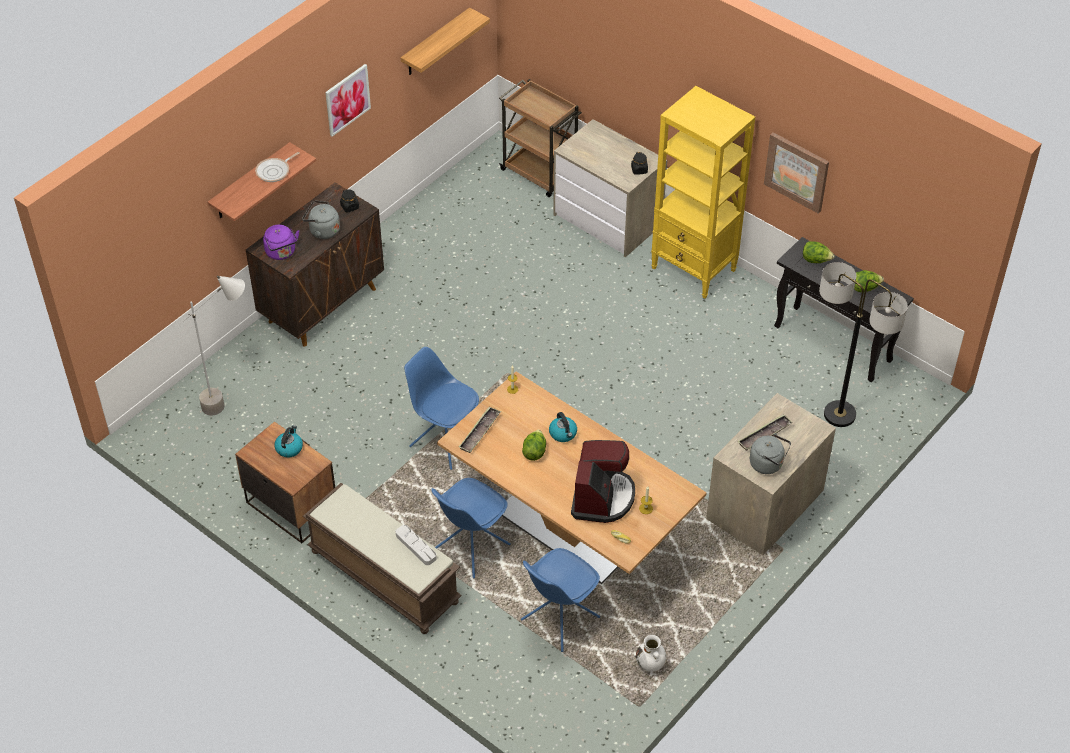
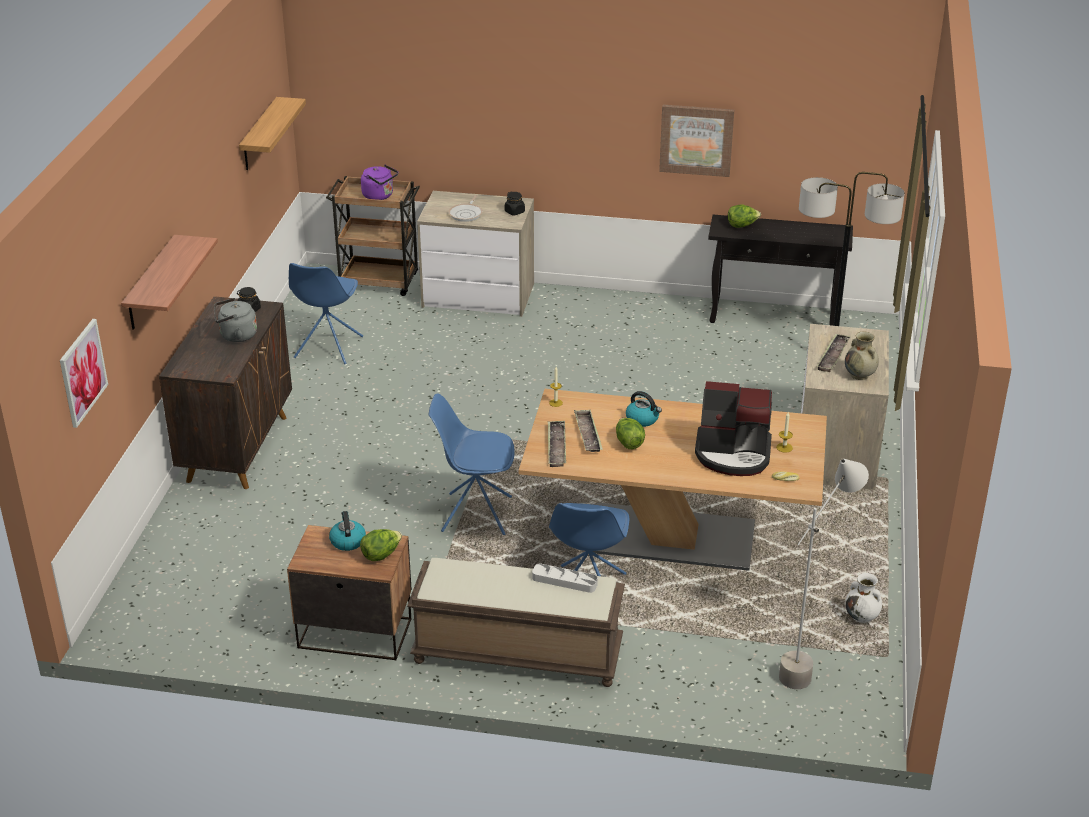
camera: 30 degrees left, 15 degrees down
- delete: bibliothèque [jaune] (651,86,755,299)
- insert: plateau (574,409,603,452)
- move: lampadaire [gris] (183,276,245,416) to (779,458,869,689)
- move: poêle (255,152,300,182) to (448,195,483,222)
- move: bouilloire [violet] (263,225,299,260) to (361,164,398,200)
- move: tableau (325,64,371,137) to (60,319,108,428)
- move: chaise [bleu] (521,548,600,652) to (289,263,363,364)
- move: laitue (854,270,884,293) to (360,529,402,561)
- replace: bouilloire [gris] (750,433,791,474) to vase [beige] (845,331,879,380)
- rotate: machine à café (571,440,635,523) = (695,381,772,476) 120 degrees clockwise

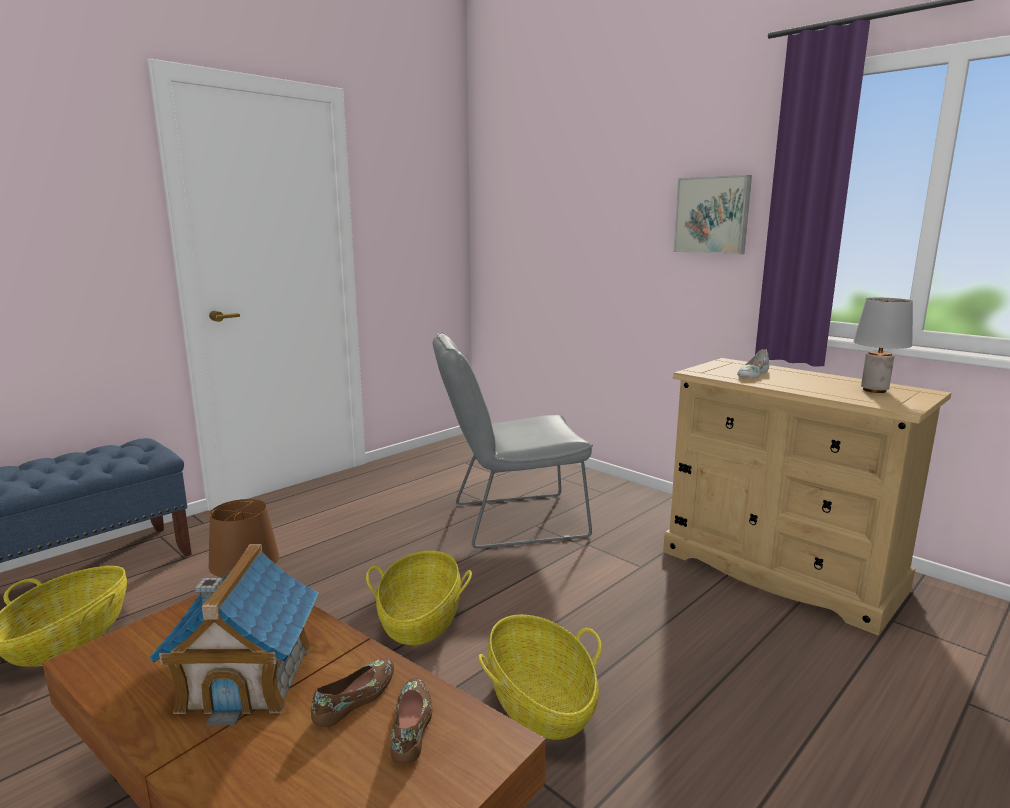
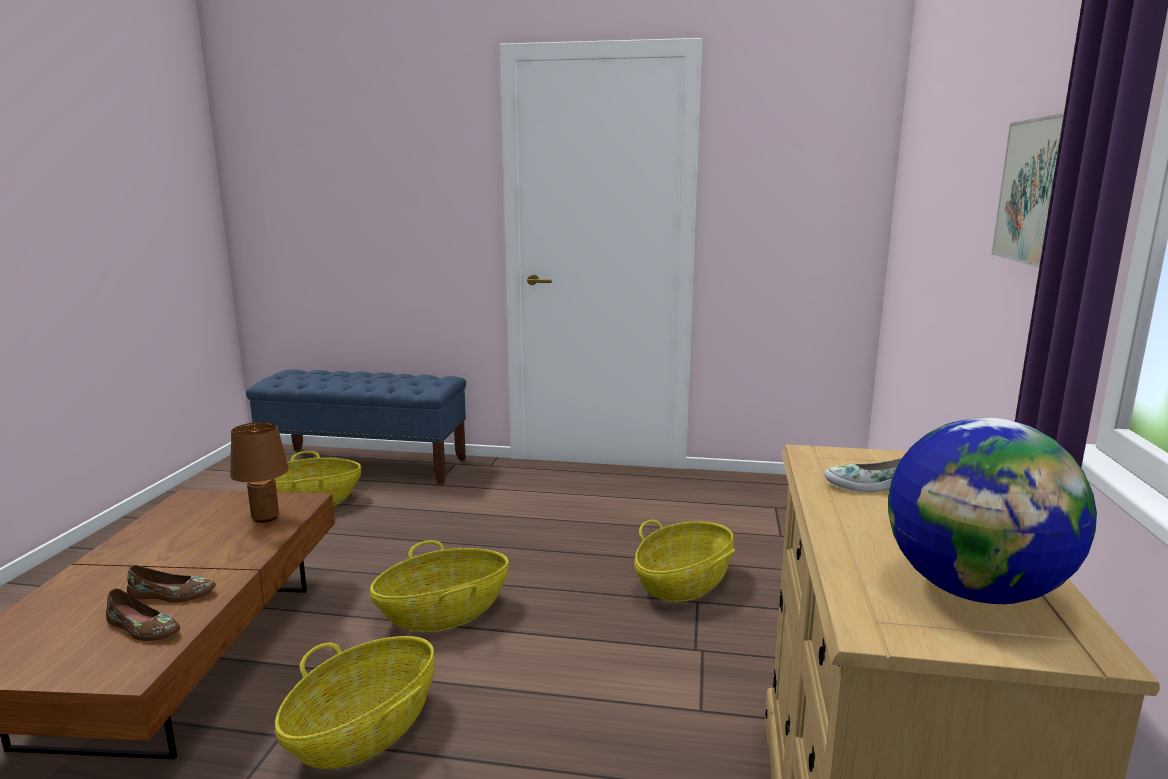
camera: 55 degrees right, 0 degrees up
- delete: maison miniature (149,544,319,725)
- replace: chaise [gris] (433,332,593,549) to panier (634,520,736,602)
- replace: lampe de table [gris] (853,298,913,393) to globe (888,418,1097,604)
- rotate: chaussure [marron] (390,678,432,764) = (106,588,180,641) 60 degrees clockwise

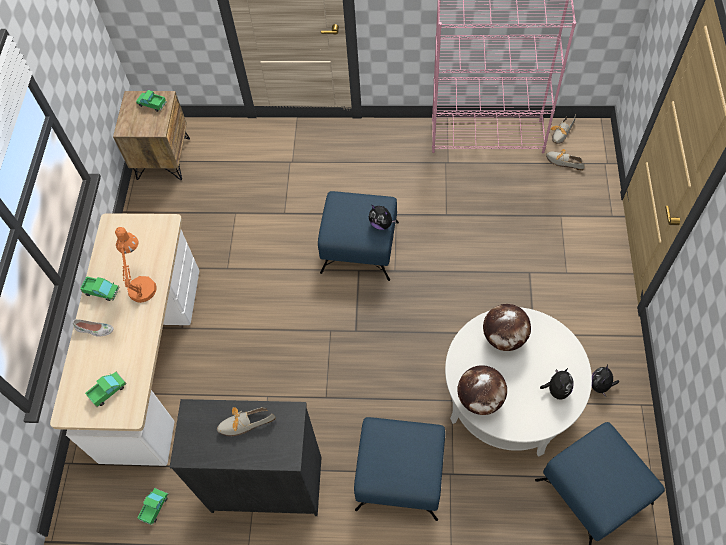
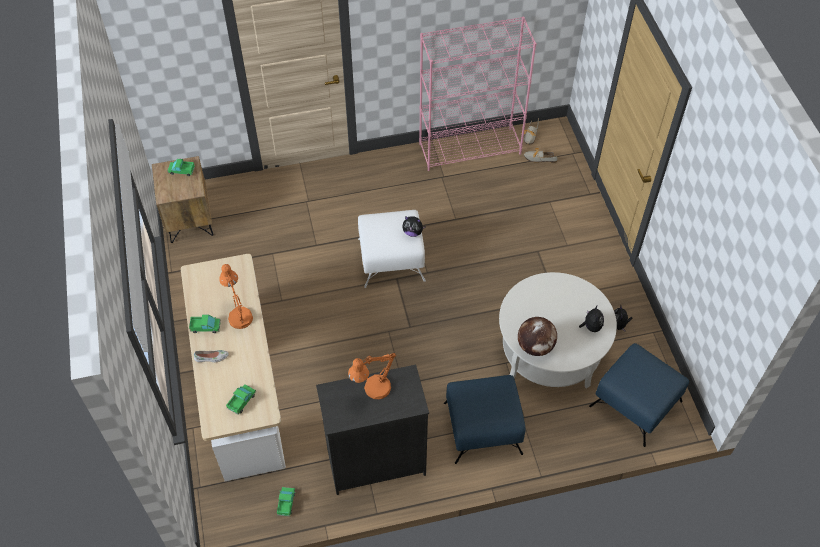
camera: 20 degrees left, 5 degrees down
- delete: globe (483,304,531,351)
- replace: chaussure (217,407,275,436) to lampe de table [orange] (348,353,396,399)
- recolor: pouf [bleu] (318,191,399,281) to pouf [blanc] (358,210,426,288)

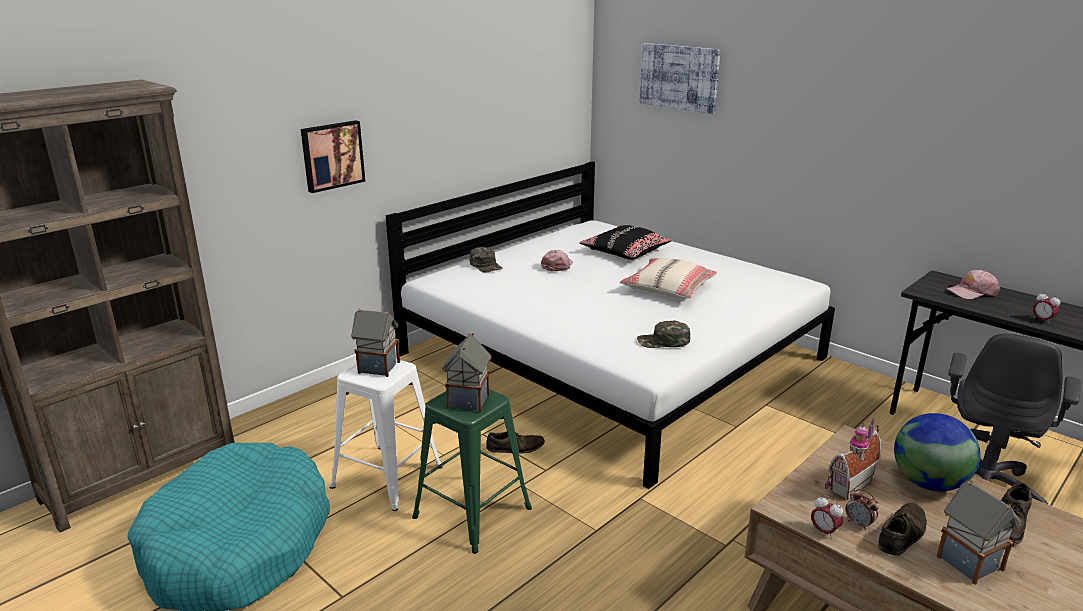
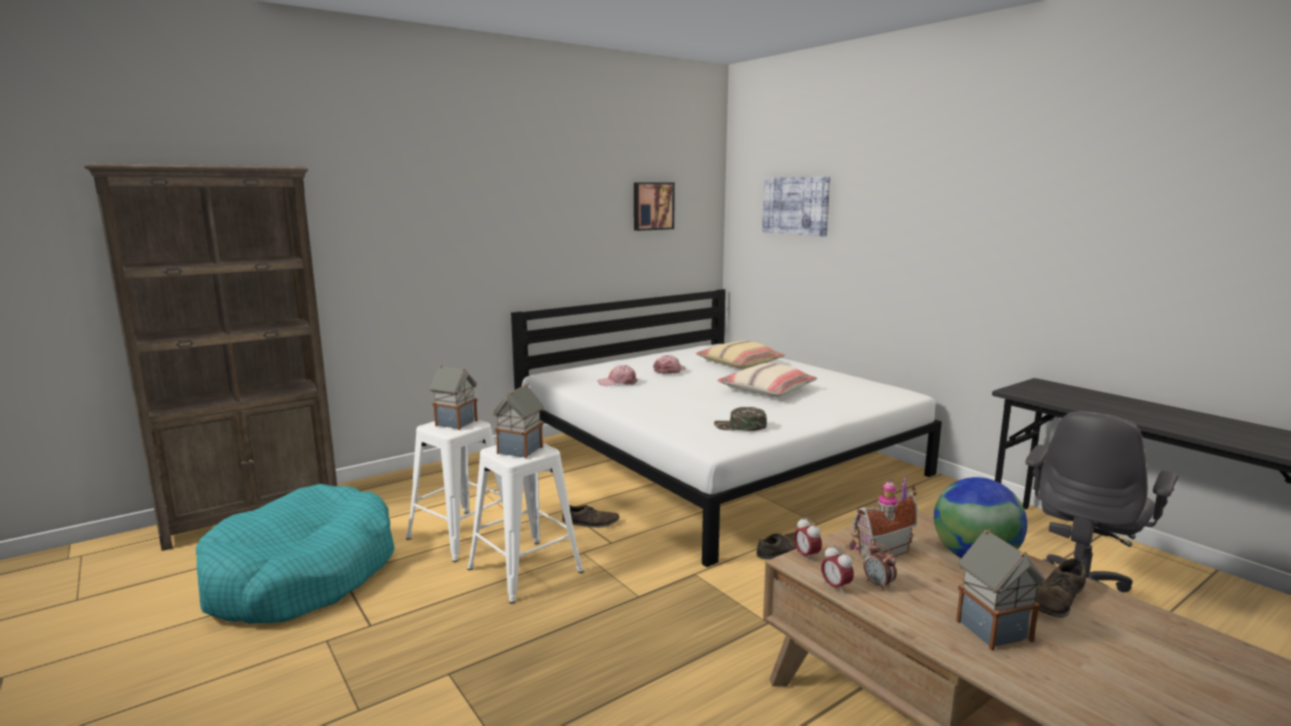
camera: 10 degrees right, 10 degrees down
- delete: casquette [vert] (470,247,503,273)
- move: tableau (301,120,365,193) to (634,182,675,231)
- move: chaussure [marron] (878,503,927,555) to (756,532,796,560)
- move: casquette [rose] (947,270,1000,299) to (597,365,638,386)
- move: réveil (1033,292,1061,322) to (794,516,822,562)
- recolor: tabouret [vert] (412,389,532,554) to tabouret [blanc] (467,443,584,604)
- recolor: coussin [noir] (580,225,672,260) to coussin [beige] (696,341,785,369)

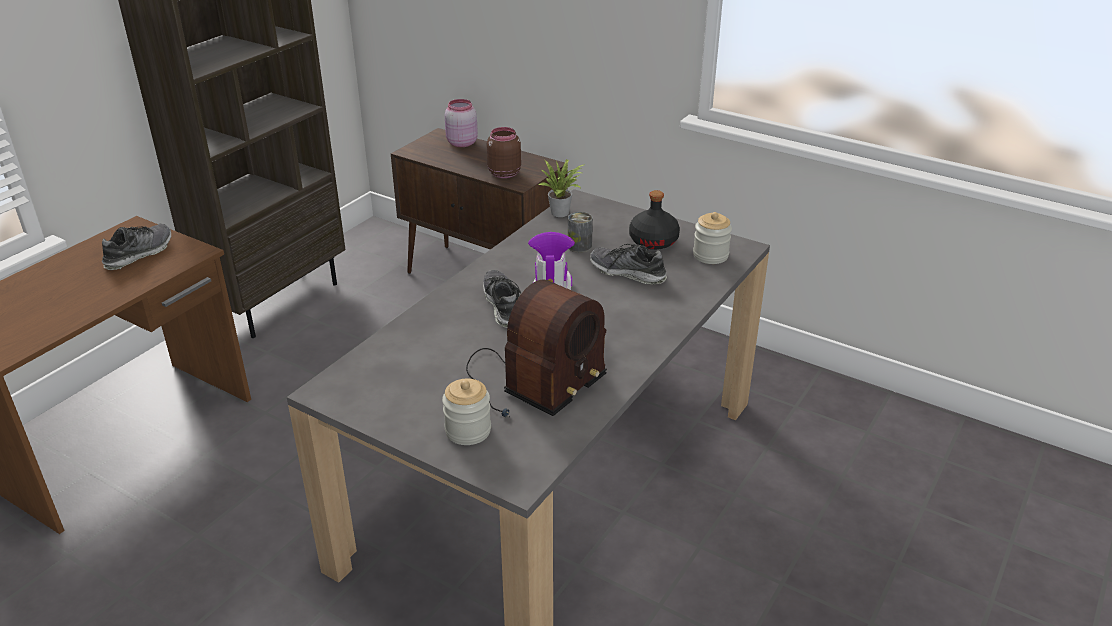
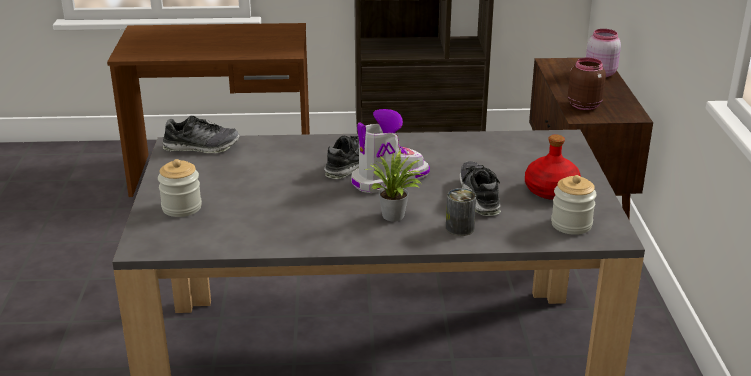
camera: 55 degrees right, 5 degrees down
- delete: radio (466,279,607,417)
- move: chaussure (102,223,171,270) to (163,116,239,153)
- move: plante en pot (539,159,585,217) to (365,150,427,221)
- move: boîte métallique (568,212,593,253) to (446,188,476,236)
- recolor: bouteille [noir] (629,190,680,250) to bouteille [rouge] (525,134,581,200)

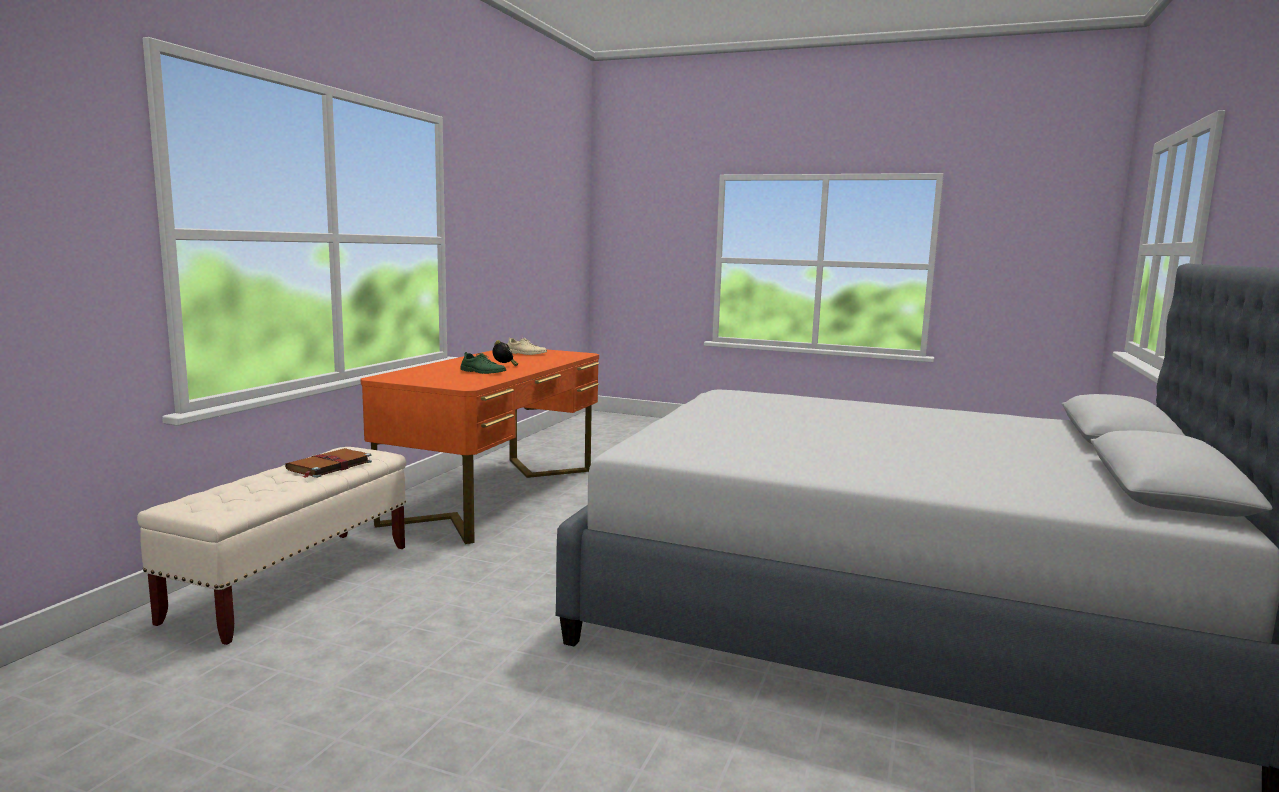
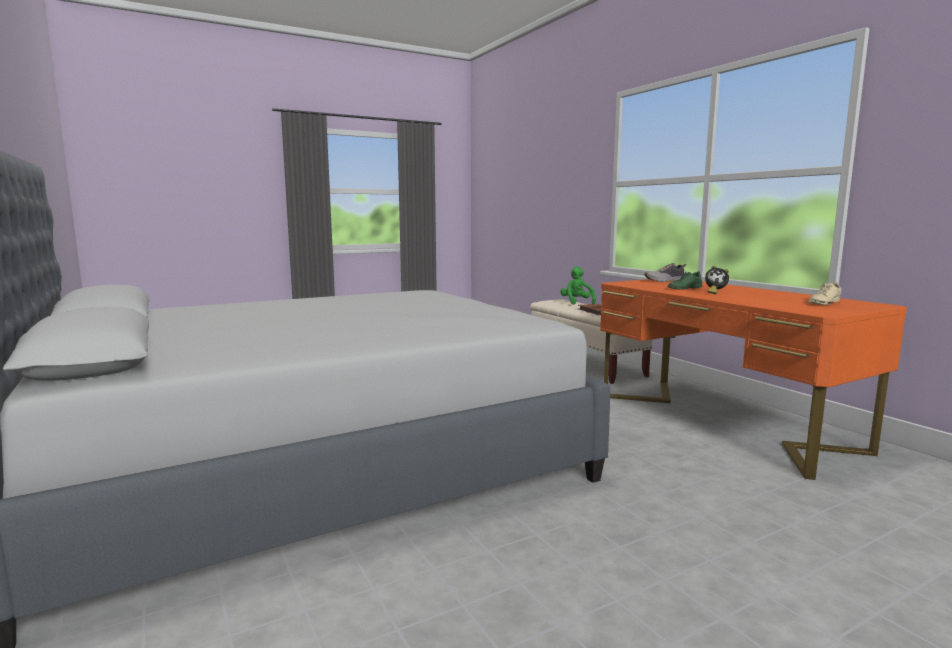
camera: 130 degrees right, 0 degrees up
- insert: peluche [vert] (560,267,596,305)
- insert: chaussure (644,263,686,282)

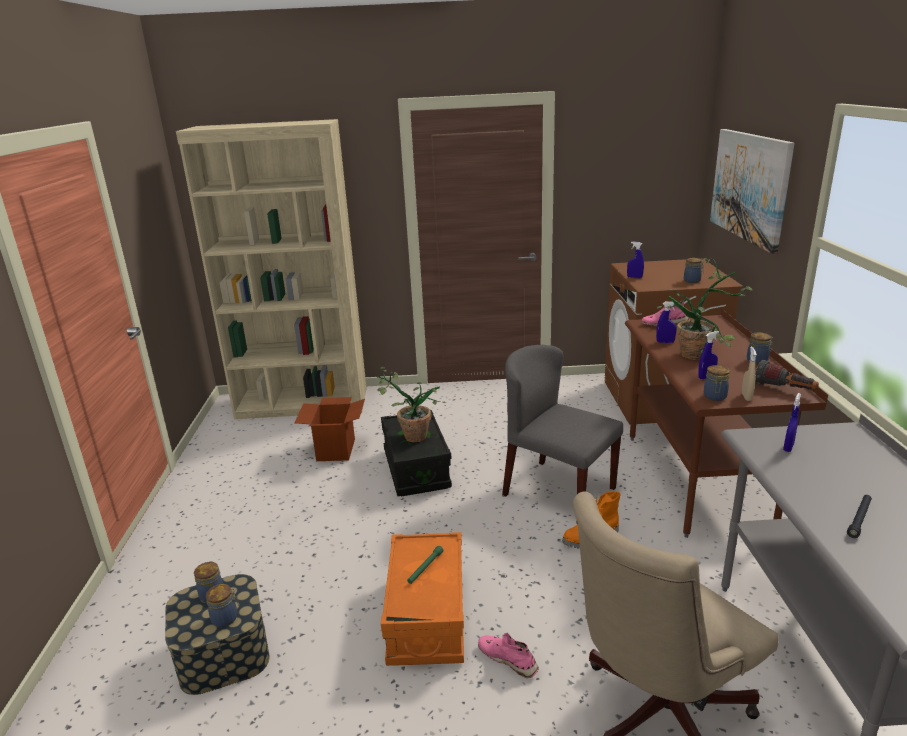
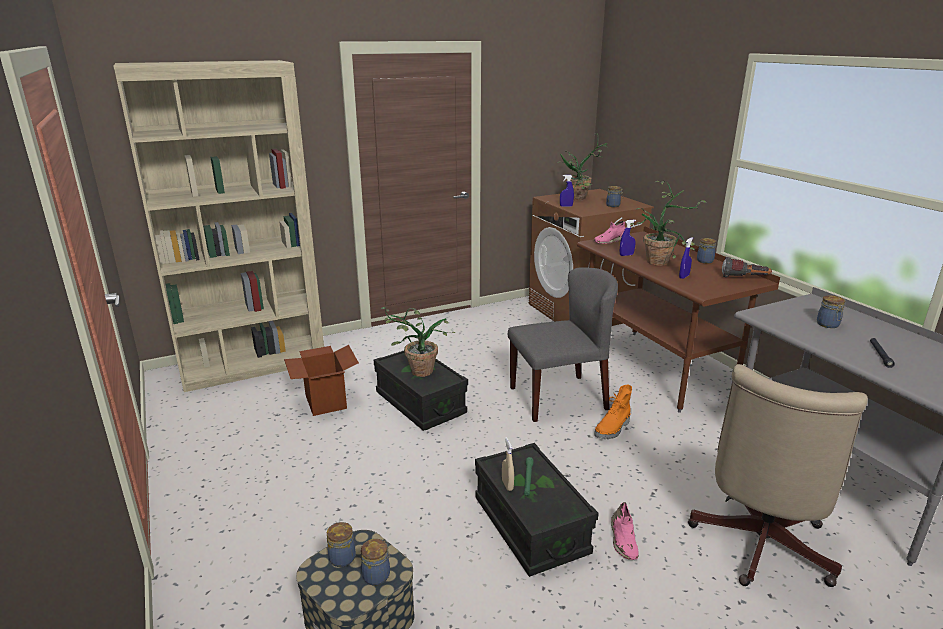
camera: 25 degrees left, 0 degrees up
- delete: tableau (710,129,795,254)
- delete: vaporisateur [bleu] (783,393,801,452)
- insert: plante en pot (557,134,608,200)
- move: bocal (704,365,730,401) to (817,295,845,328)
- move: vaporisateur [beige] (742,347,757,401) to (502,437,514,491)
- recolor: boîte de rangement [orange] (381,532,464,666) to boîte de rangement [noir] (475,443,599,577)
- rotate: chaussure [rose] (478,633,539,678) = (611,502,639,560) 105 degrees counterclockwise
- rotate: chaise [gris] (502,345,623,496) = (508,267,618,422) 150 degrees clockwise

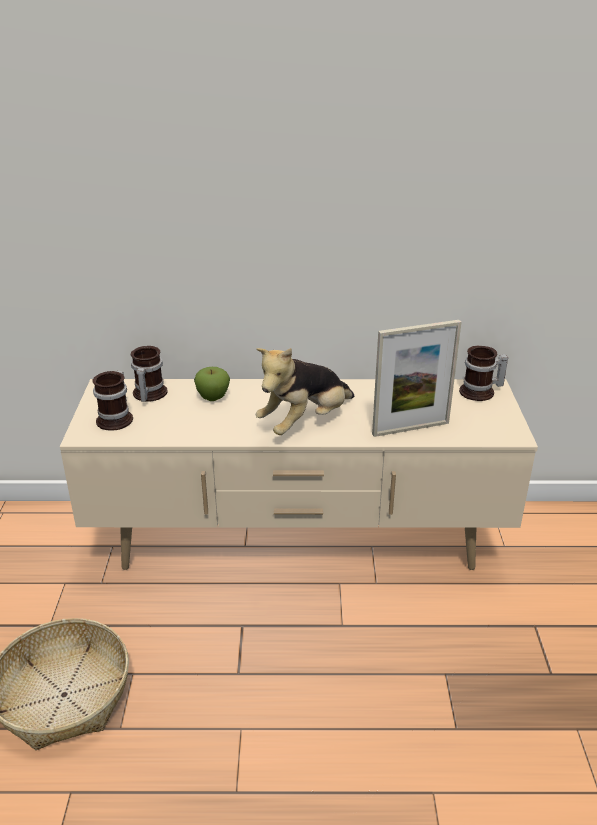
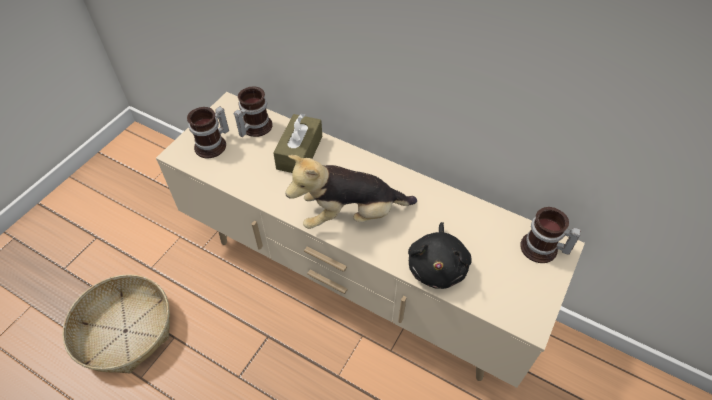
camera: 30 degrees right, 20 degrees up
- replace: pomme (194,367,230,401) to boîte à mouchoirs [marron] (273,114,322,173)
- replace: cadre photo (372,320,461,437) to peluche [noir] (408,222,472,289)

